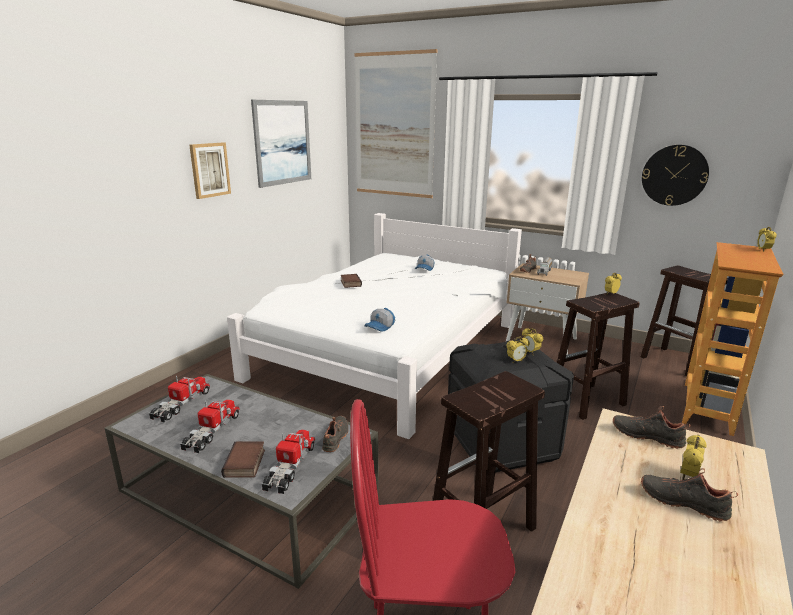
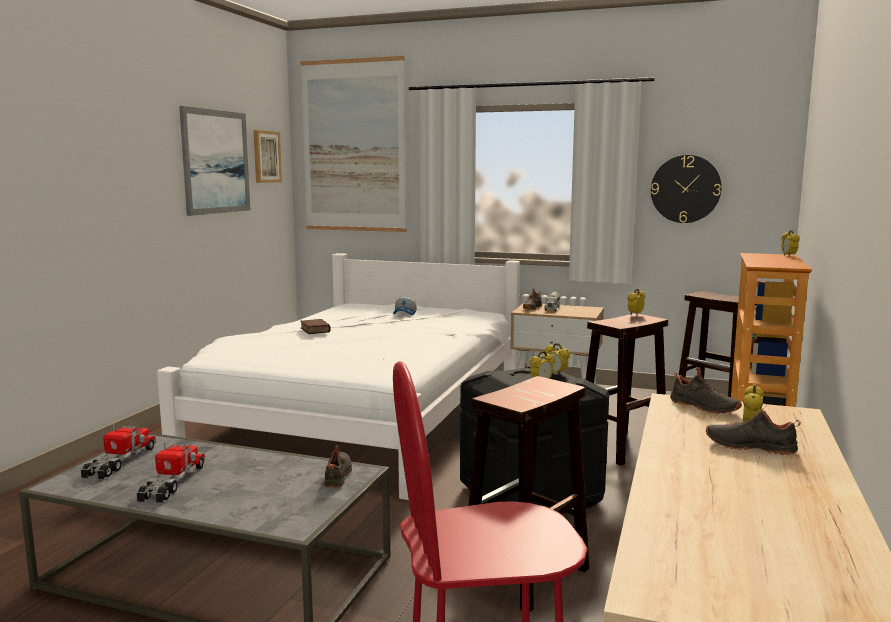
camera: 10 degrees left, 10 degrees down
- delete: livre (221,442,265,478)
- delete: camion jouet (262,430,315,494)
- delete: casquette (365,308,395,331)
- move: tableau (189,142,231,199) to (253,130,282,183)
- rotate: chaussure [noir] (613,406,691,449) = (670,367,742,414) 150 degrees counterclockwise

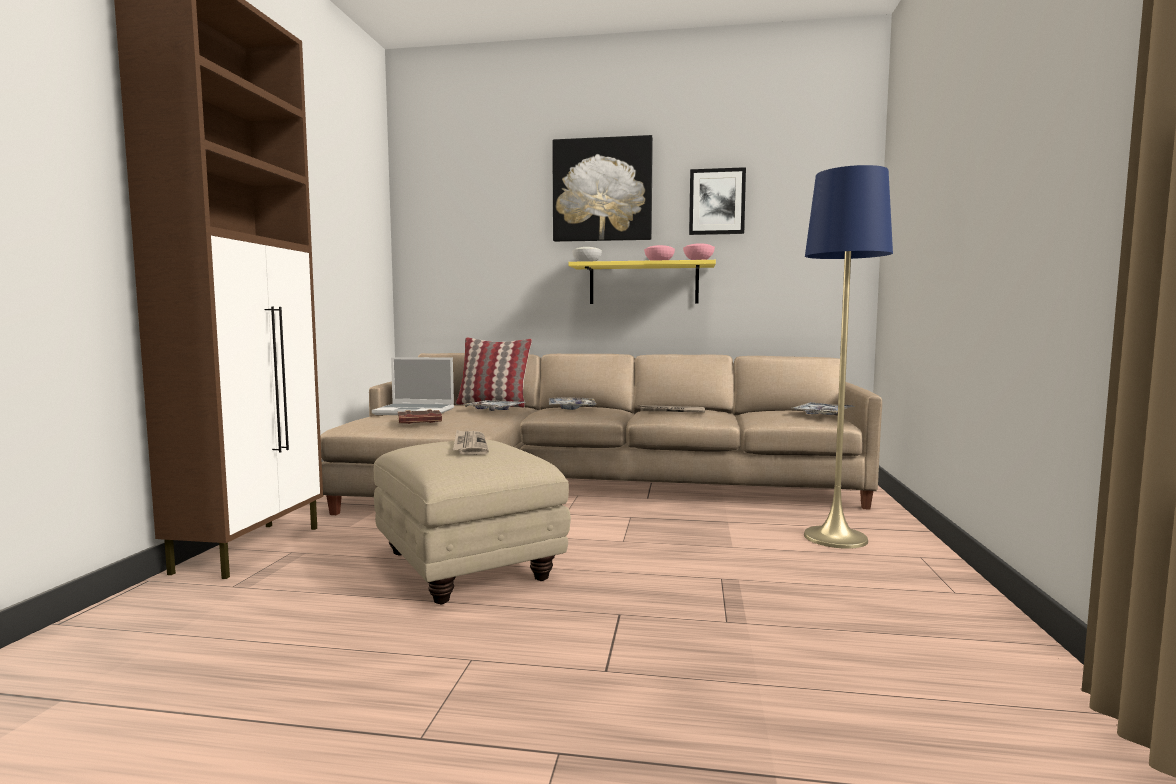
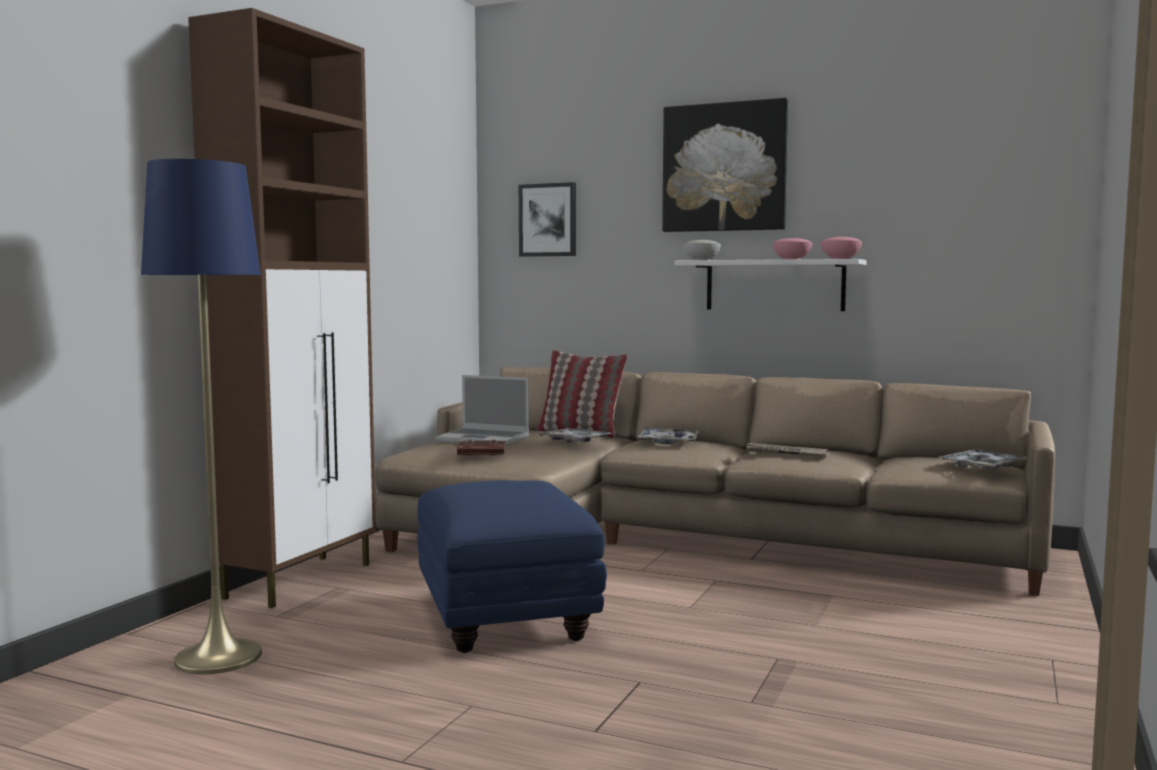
camera: 15 degrees right, 0 degrees up
- delete: journal (453,429,489,455)
- move: tableau (689,167,746,235) to (519,182,576,257)
- move: lampadaire [bleu] (804,165,893,549) to (141,159,262,675)
- recolor: pouf [beige] (374,440,571,604) to pouf [bleu] (417,480,607,653)
- recolor: étagère [jaune] (568,260,716,304) to étagère [blanc] (675,259,866,311)

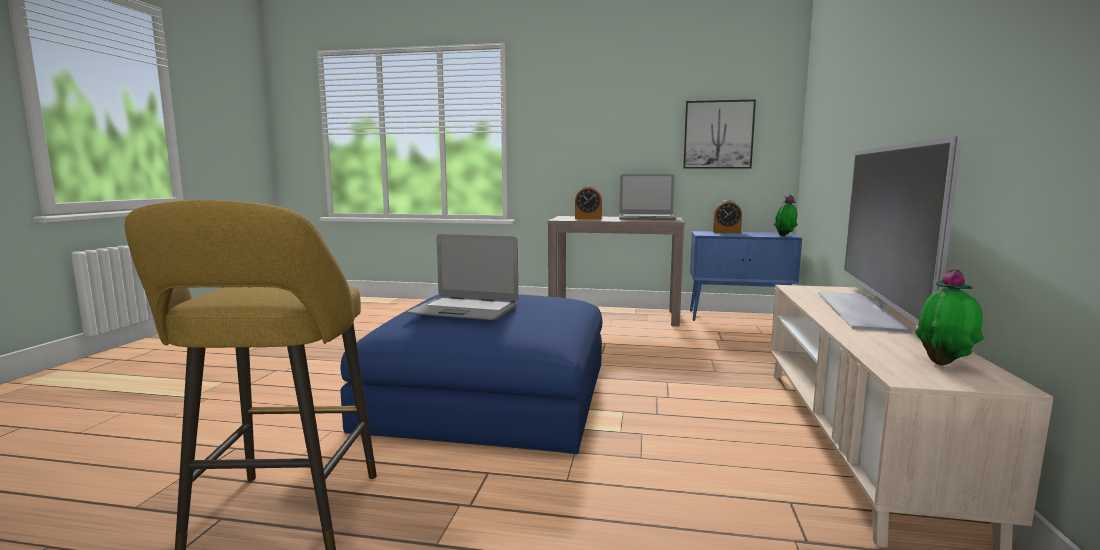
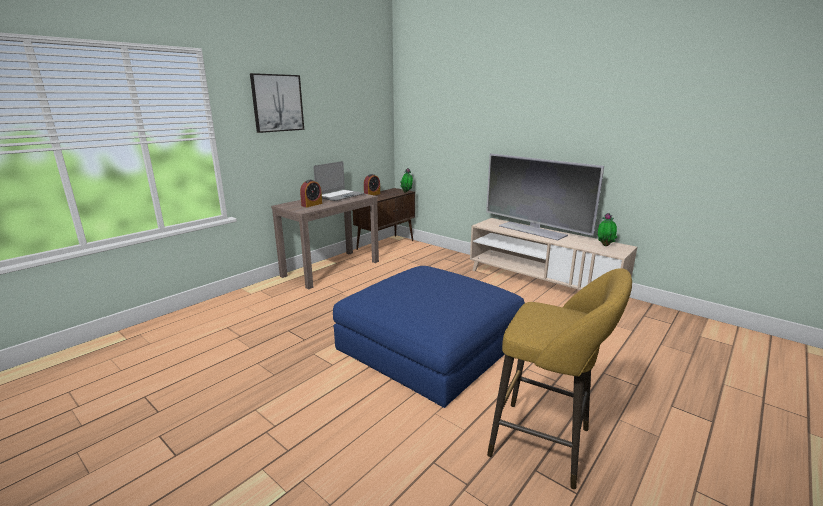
camera: 60 degrees left, 10 degrees up
- delete: ordinateur portable (407,234,518,320)
- move: tableau (683,99,756,169) to (250,73,304,133)
- recolor: meuble de rangement [bleu] (690,231,802,321) to meuble de rangement [marron] (353,188,415,250)

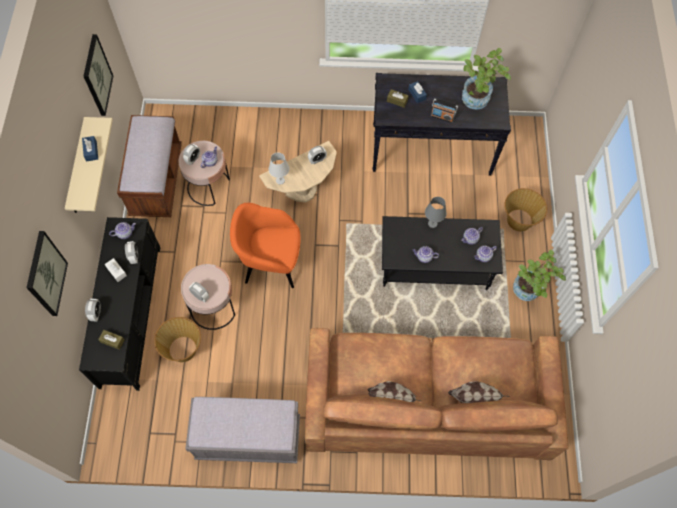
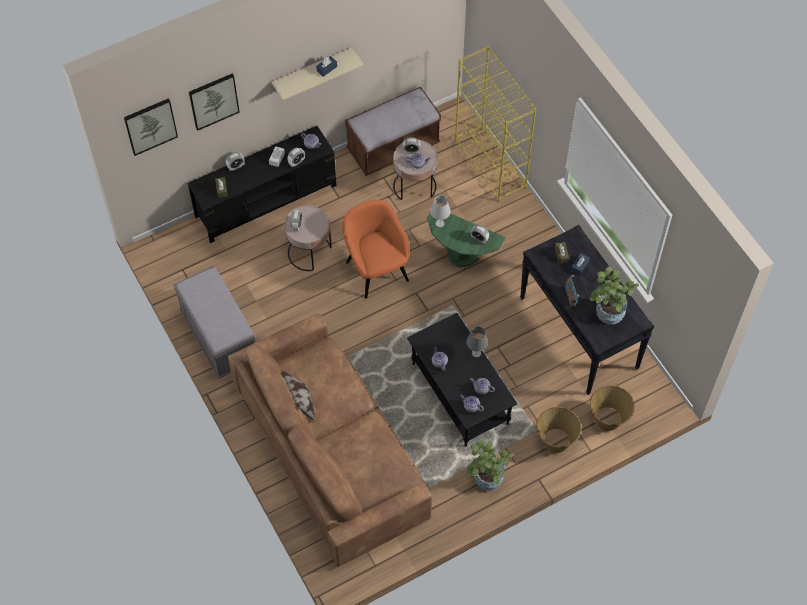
camera: 60 degrees right, 5 degrees down
- delete: coussin (448,382,510,403)
- insert: bibliothèque [jaune] (455,46,537,202)
- move: tableau (83,34,113,116) to (124,98,178,156)
- move: panier (154,317,201,362) to (590,385,635,431)
- recolor: table d'appoint [beige] (259,141,337,202) to table d'appoint [vert] (427,212,505,268)

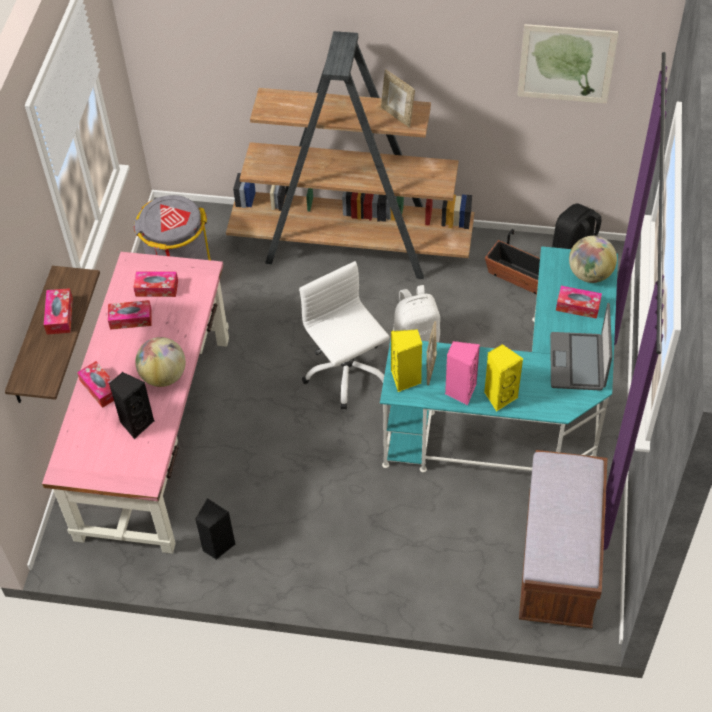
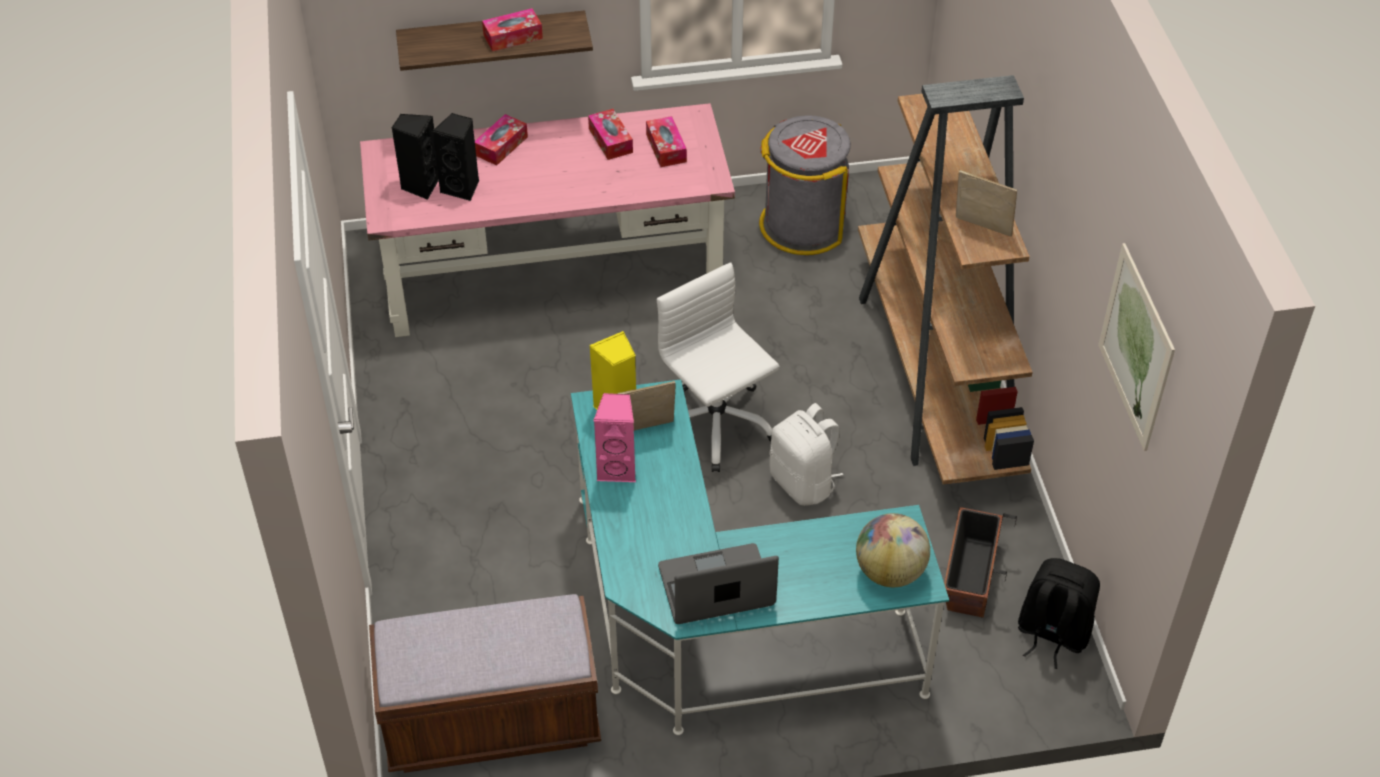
camera: 70 degrees right, 5 degrees down
- delete: globe (135,337,186,387)
- delete: enceinte [jaune] (484,344,523,412)
- delete: boîte à mouchoirs (556,286,602,319)
- move: enceinte [noir] (195,498,235,560) to (392,114,439,200)
- rotate: chaise de bureau [blanc] (299,261,390,409) = (657,263,779,472) 75 degrees counterclockwise
- rotate: cadre photo (381,70,415,128) = (956,170,1017,237) 90 degrees clockwise

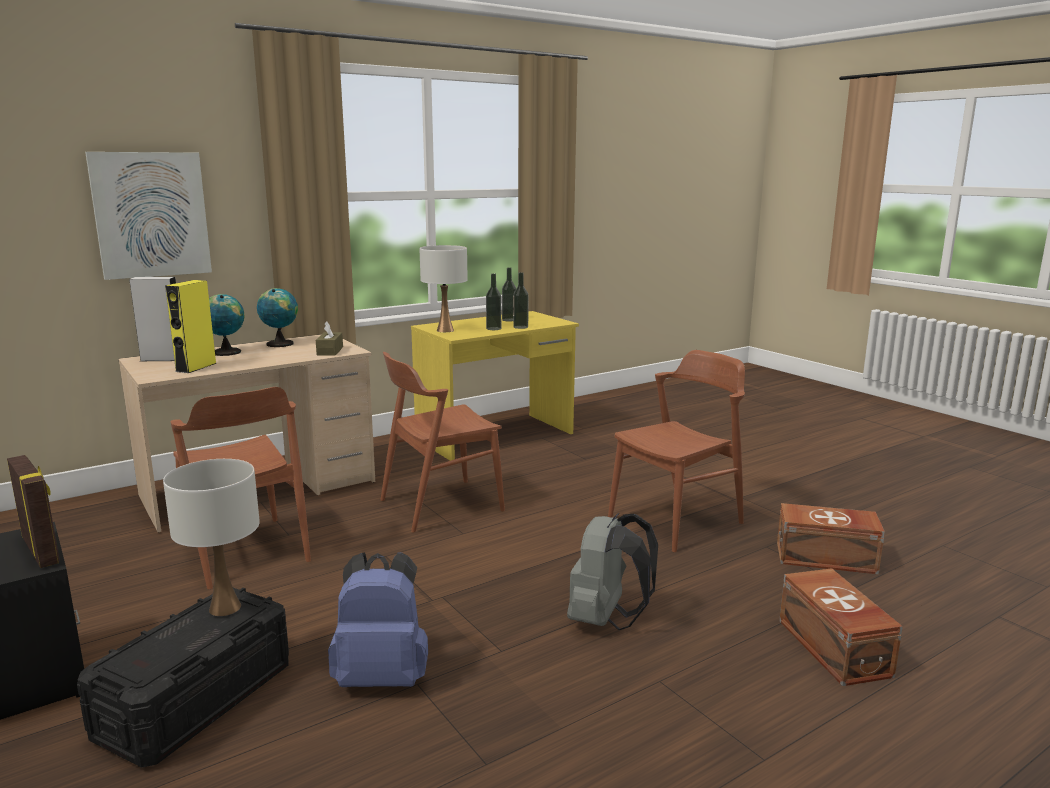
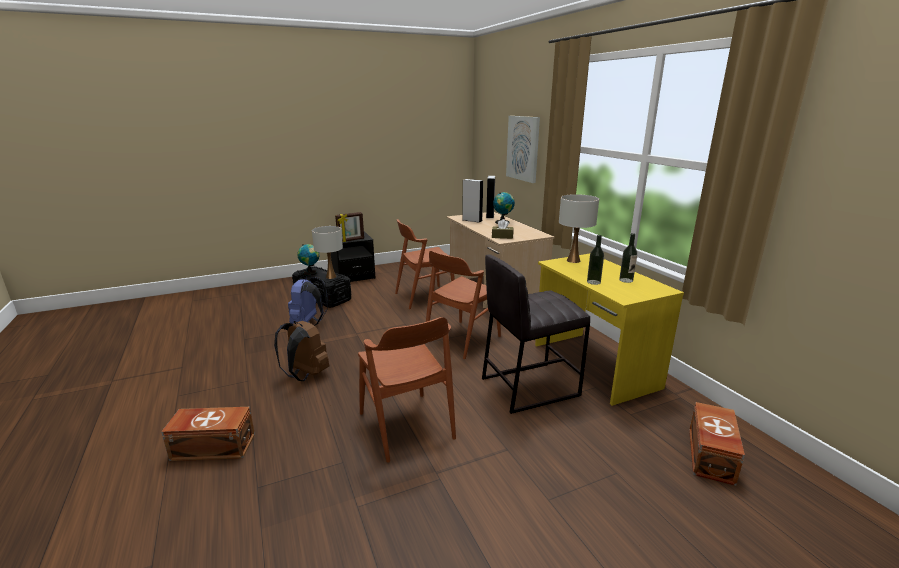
camera: 100 degrees right, 5 degrees up
- delete: bouteille (486,273,501,330)
- insert: tabouret [gris] (482,254,590,414)
- move: globe (257,288,298,347) to (297,244,320,276)
- move: boîte de rangement [marron] (777,503,885,574) to (689,402,745,486)
- recolor: enceinte [jaune] (165,280,217,373) to enceinte [gris] (462,179,483,223)
- recolor: sac à dos [gris] (567,513,658,630) to sac à dos [marron] (274,321,330,381)
- rotate: chaise [marron] (381,352,505,532) = (426,251,501,359) 120 degrees counterclockwise

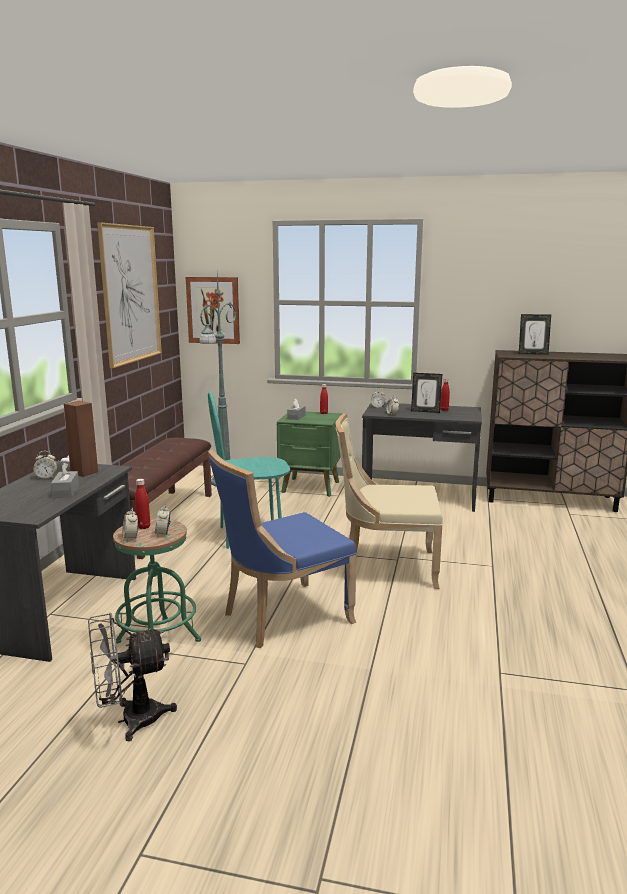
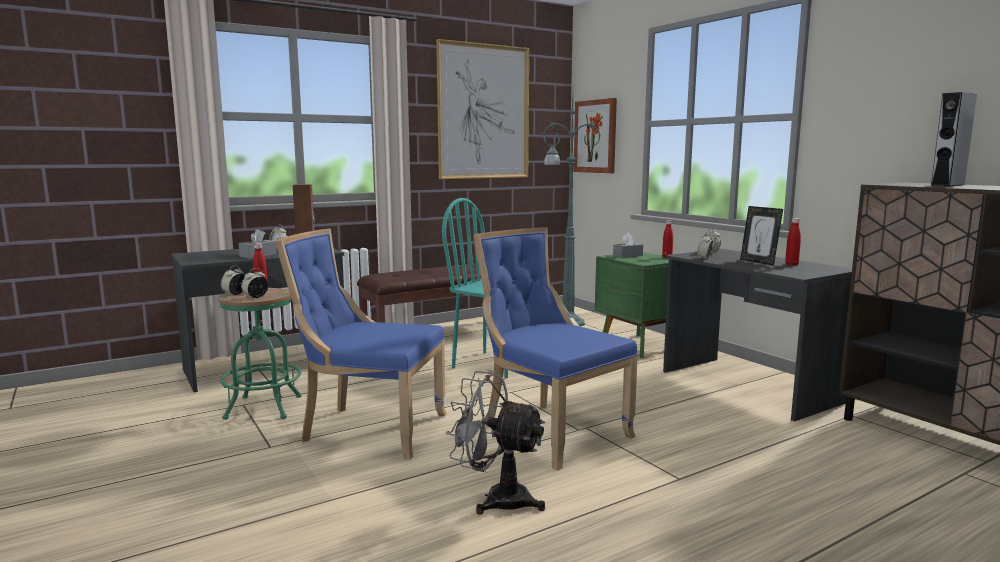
camera: 45 degrees right, 5 degrees down
- move: ventilateur [gris] (88,613,177,742) to (446,371,545,515)
- replace: cadre photo (519,314,551,355) to enceinte [gris] (930,92,977,186)
- recolor: chaise [beige] (335,414,443,589) to chaise [bleu] (473,227,638,471)

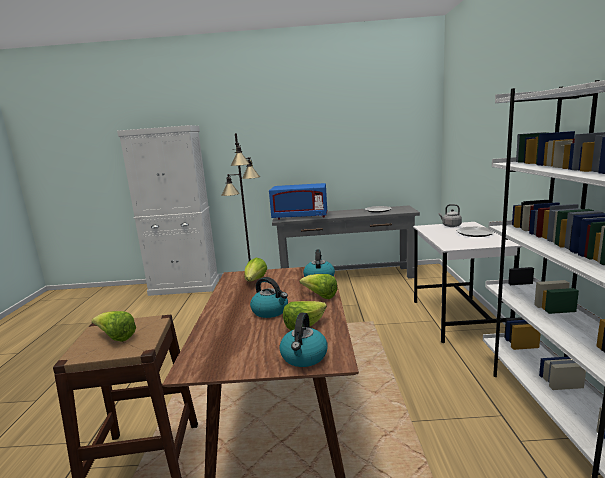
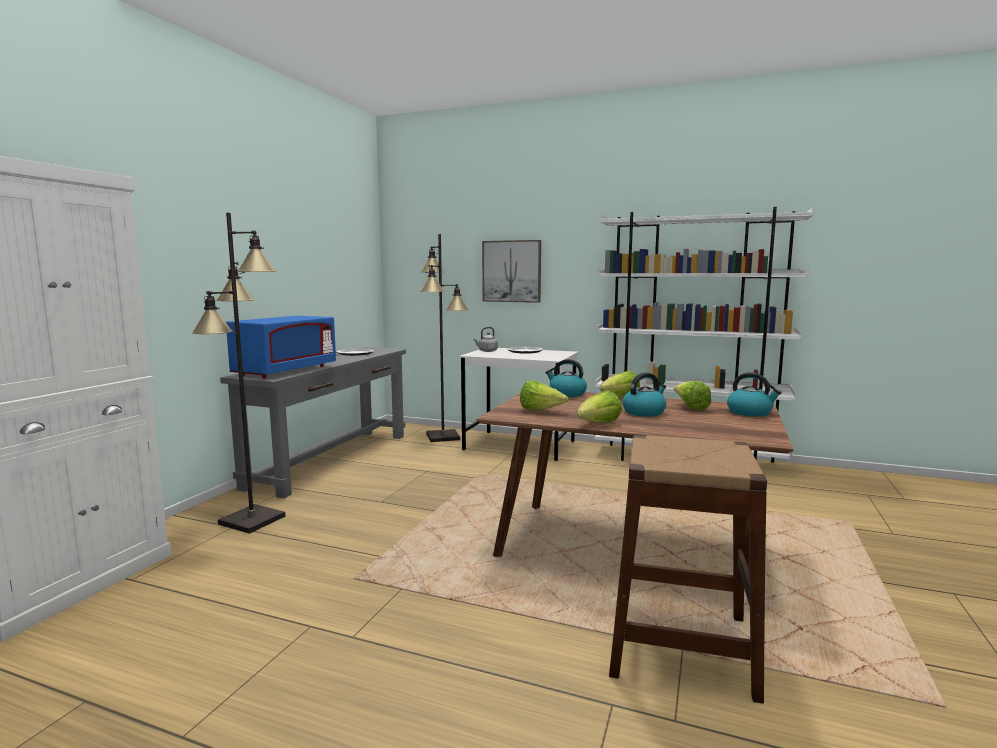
camera: 70 degrees left, 5 degrees down
- insert: lampadaire [noir] (420,234,469,442)
- insert: tableau (482,240,541,303)
- move: laitue (92,311,136,342) to (577,391,622,423)

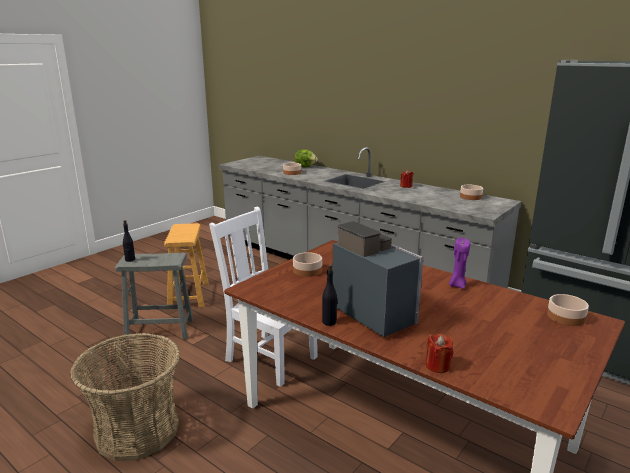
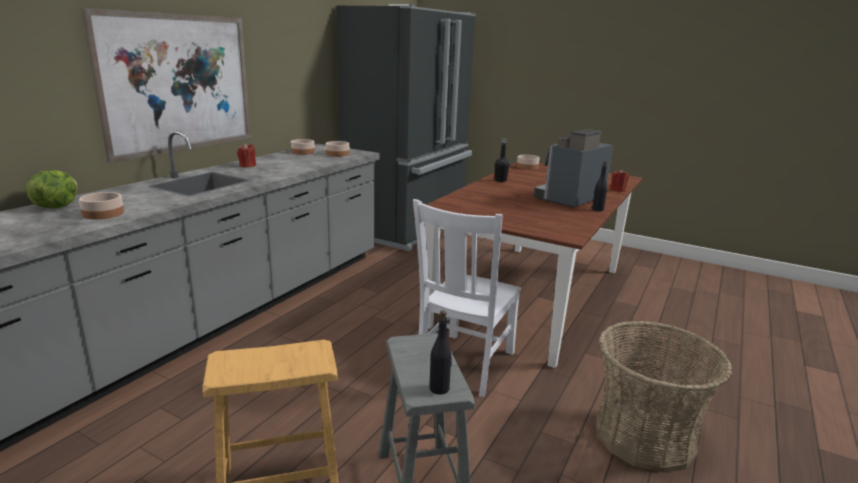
camera: 100 degrees left, 0 degrees up
- insert: tableau (81,8,251,163)
- move: bol (293,252,322,277) to (326,141,349,157)
- replace: bougie [violet] (449,238,470,289) to bouteille [noir] (495,138,510,182)

